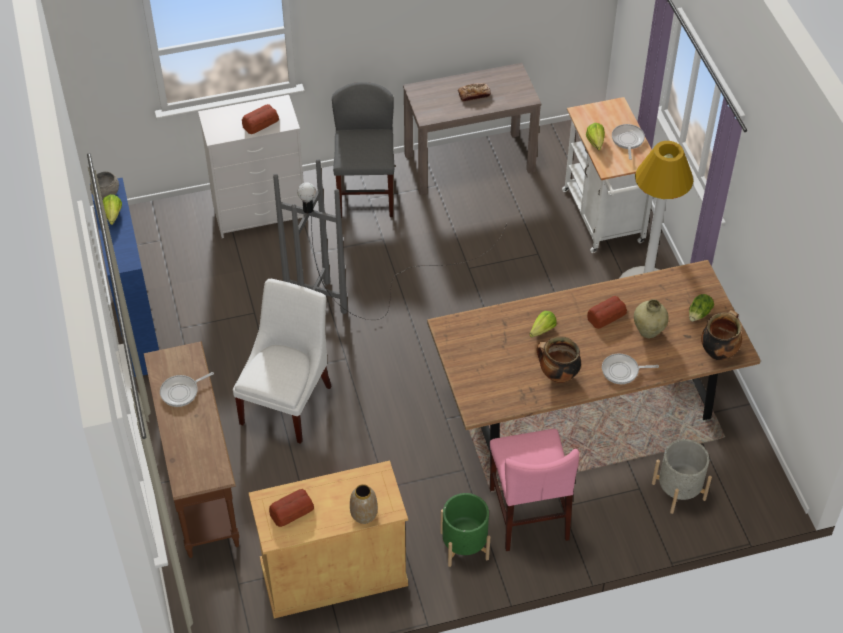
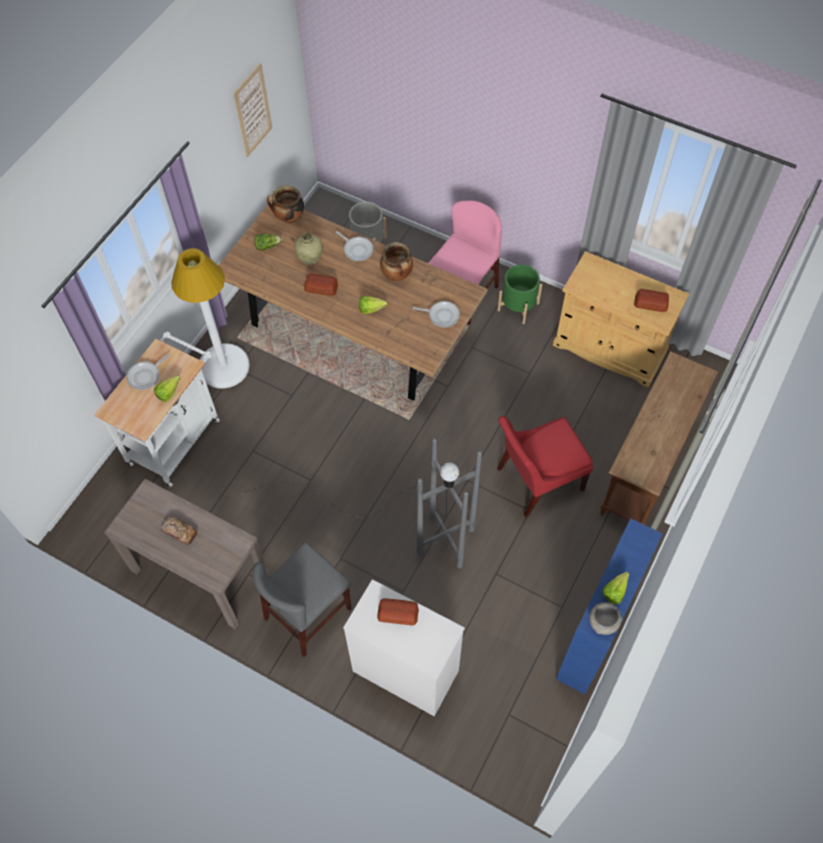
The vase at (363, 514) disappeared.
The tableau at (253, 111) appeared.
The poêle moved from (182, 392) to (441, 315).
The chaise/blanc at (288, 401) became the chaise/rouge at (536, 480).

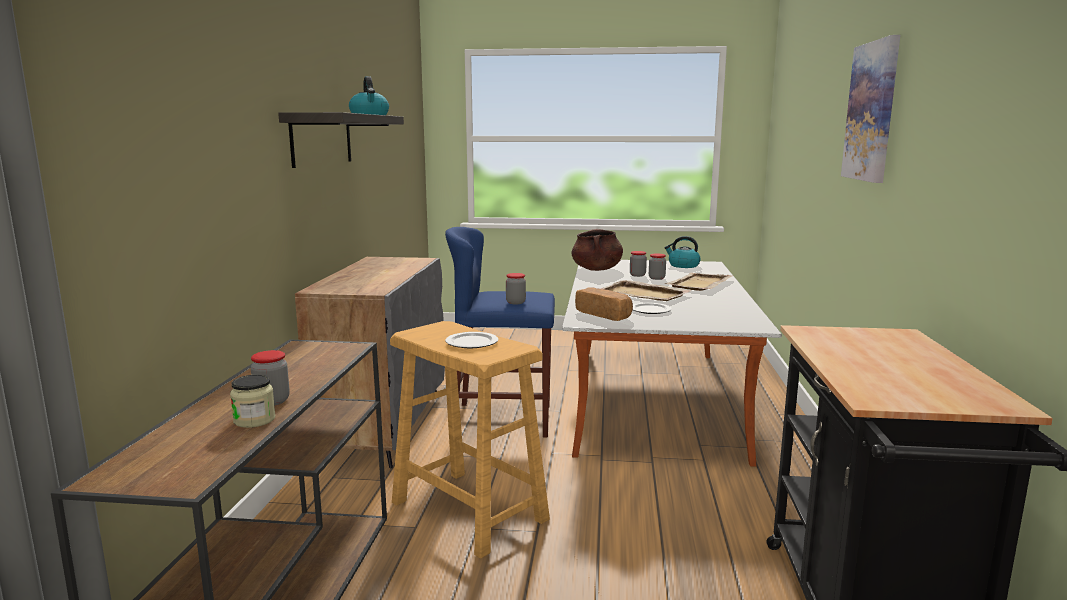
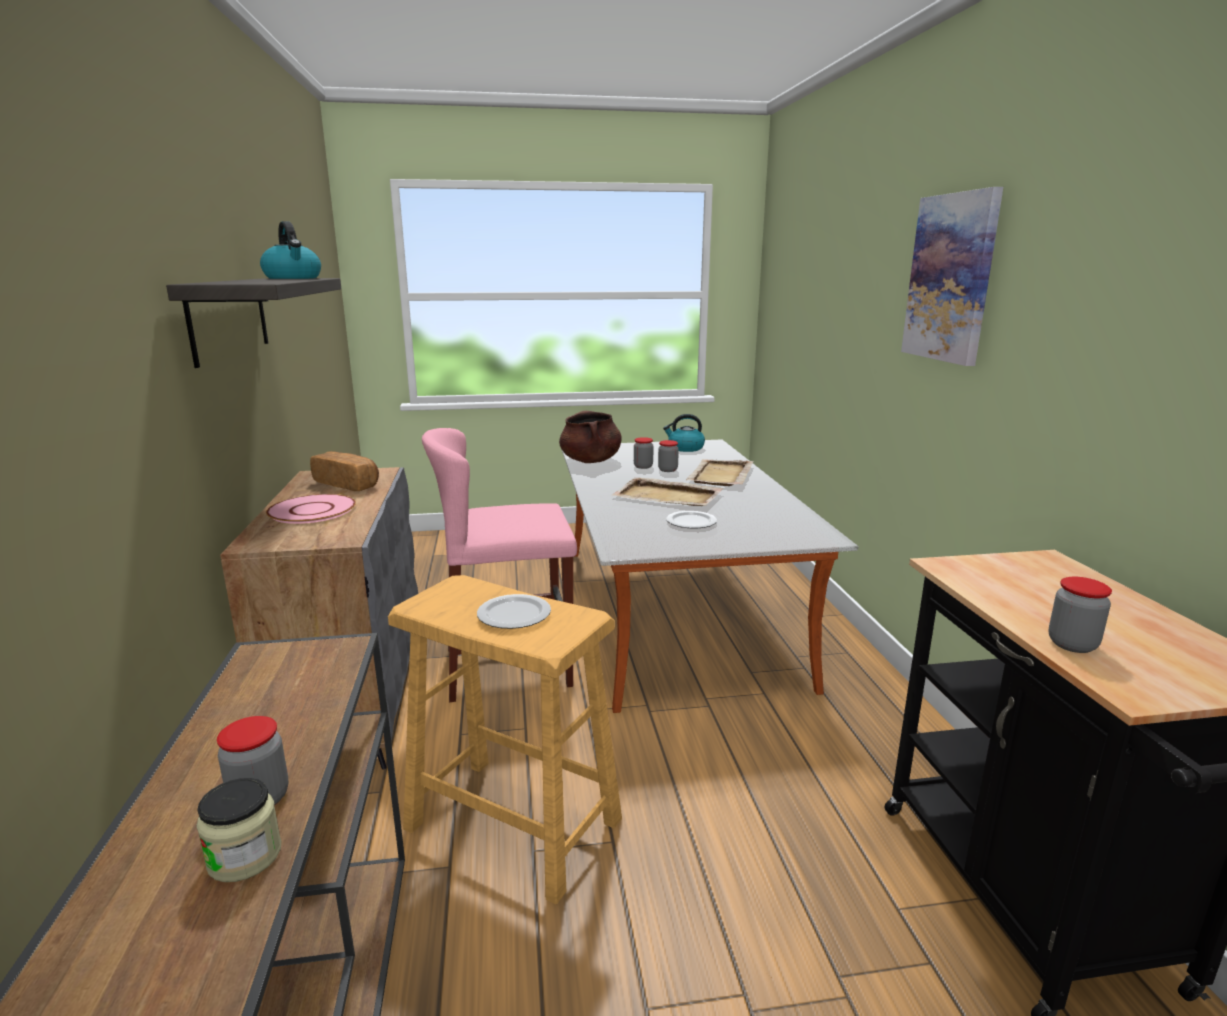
The assiette/rose at (312, 510) appeared.
The bocal moved from (515, 302) to (1072, 644).
The pain moved from (604, 315) to (347, 484).
The tabouret/bleu at (503, 420) became the tabouret/rose at (508, 667).

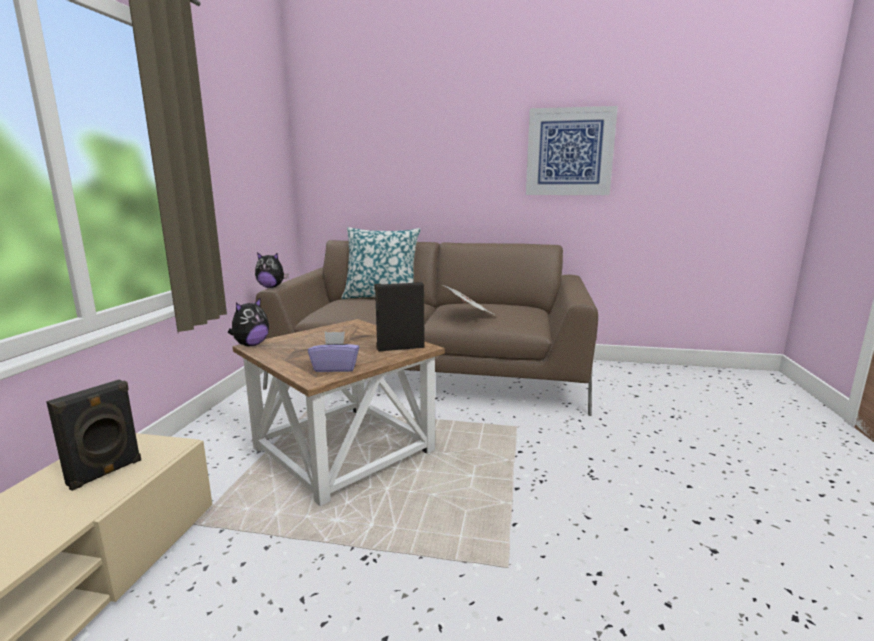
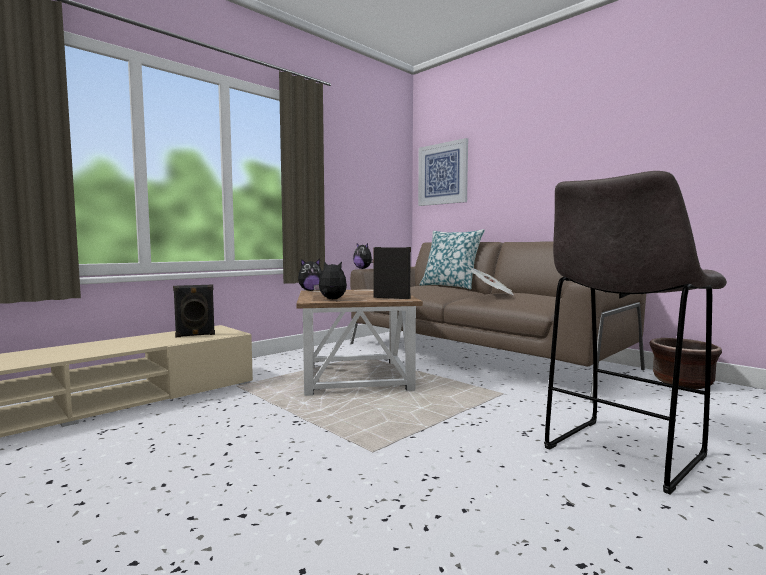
The tabouret/gris at (621, 453) appeared.
The cache-pot/marron at (682, 383) appeared.
The tableau moved from (569, 152) to (442, 174).
The boîte à mouchoirs/violet at (335, 368) was replaced by the peluche at (331, 299).

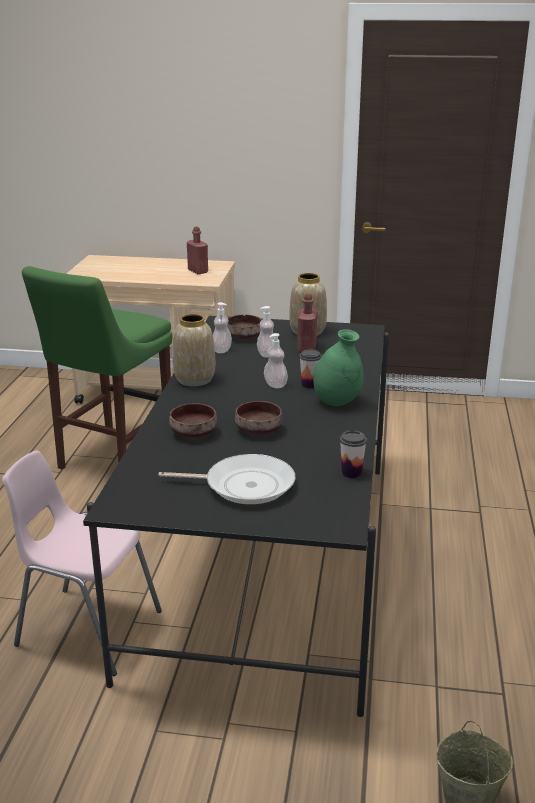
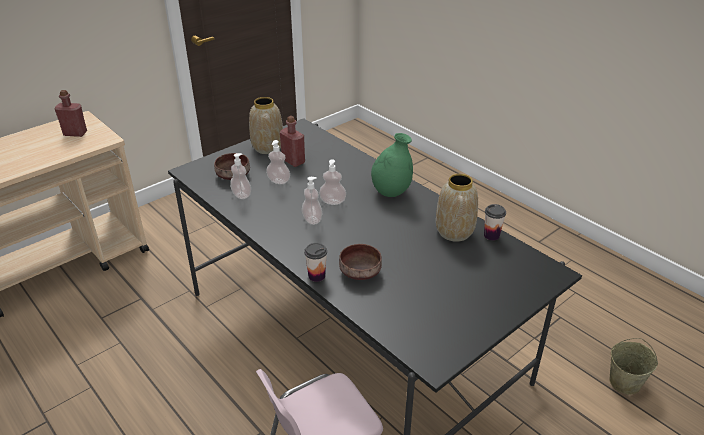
The tabouret/vert at (112, 460) disappeared.
The poêle at (244, 485) disappeared.
The bol/marron at (259, 429) disappeared.
The distributeur de savon at (312, 220) appeared.
The vase moved from (194, 380) to (455, 232).
The tasse moved from (309, 385) to (316, 276).

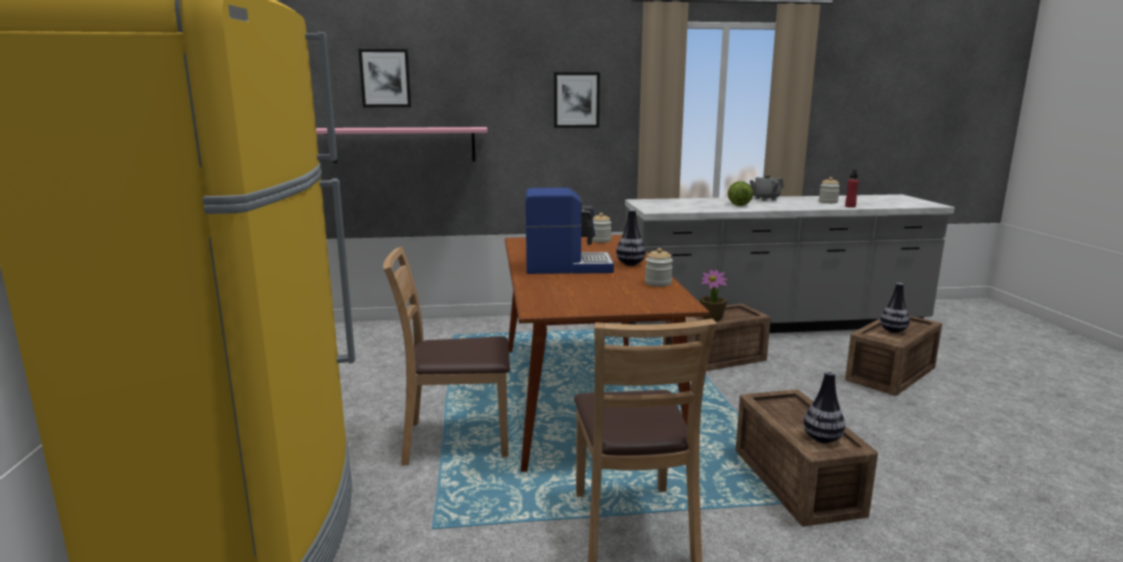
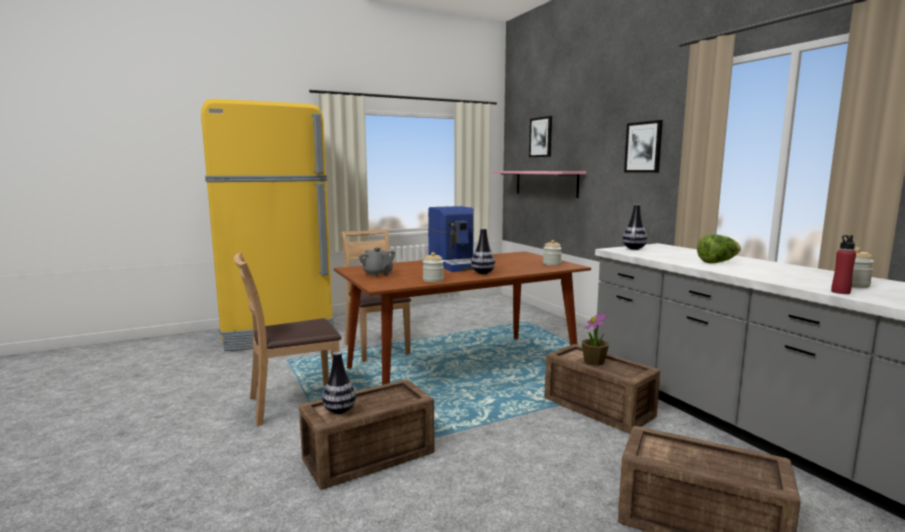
The théière/gris moved from (765, 199) to (377, 274).
The vase moved from (893, 331) to (634, 248).

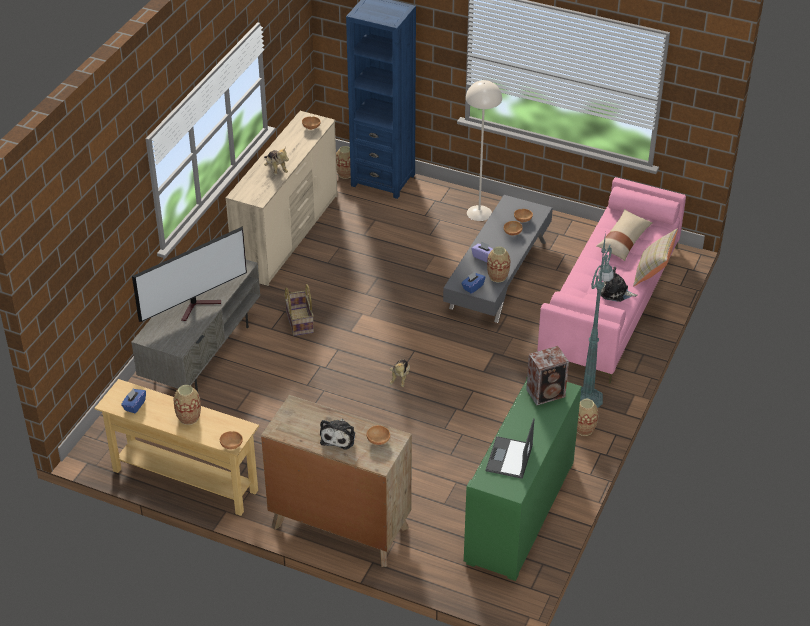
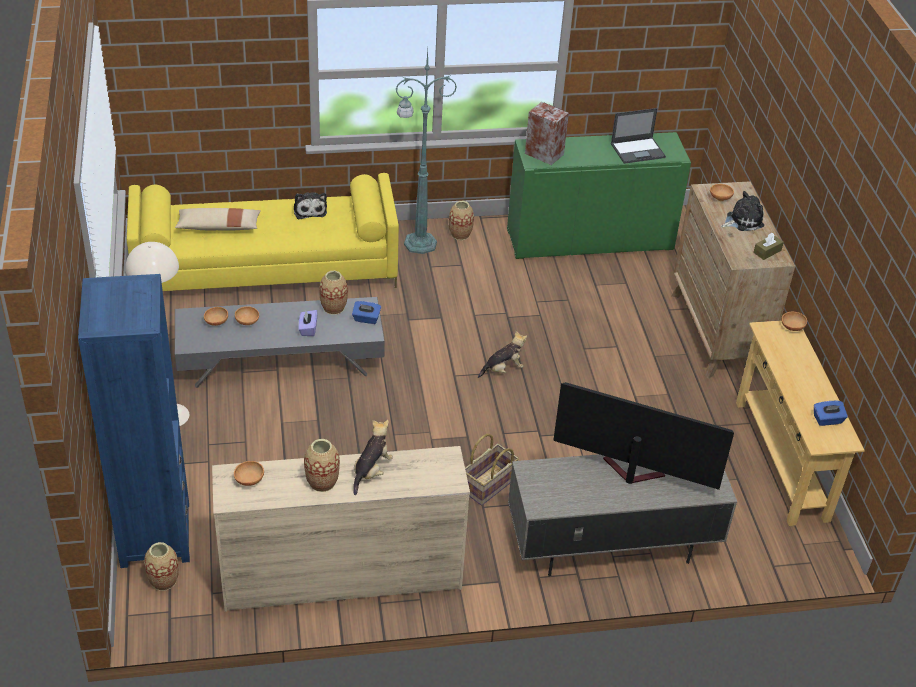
The coussin/beige at (652, 273) disappeared.
The boîte à mouchoirs/marron at (767, 251) appeared.
The vase moved from (189, 417) to (322, 482).
The canapé/rose at (610, 303) became the canapé/jaune at (267, 268).

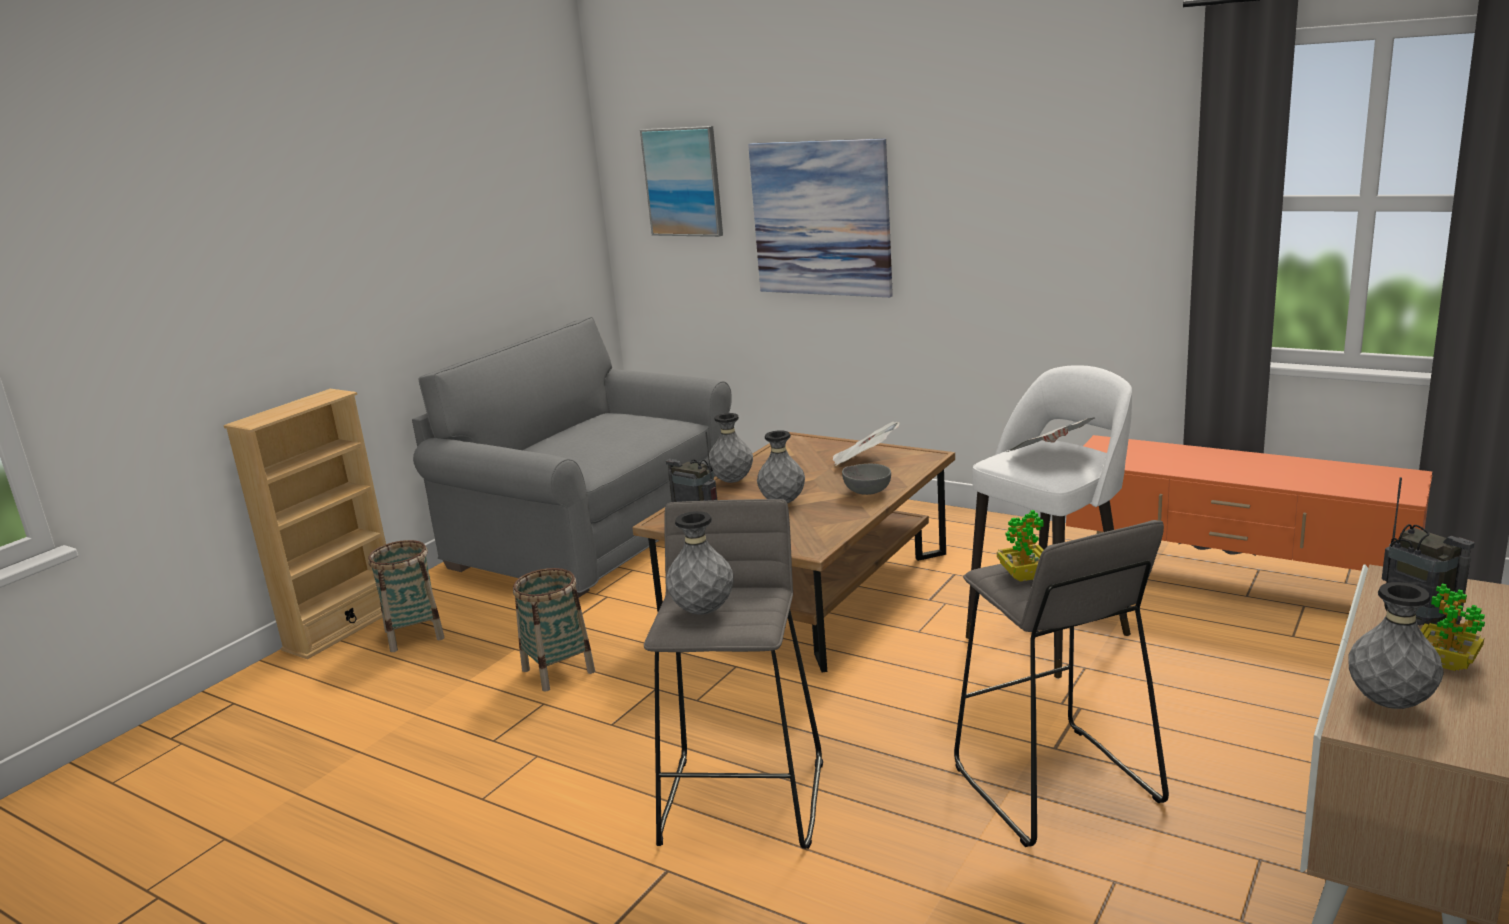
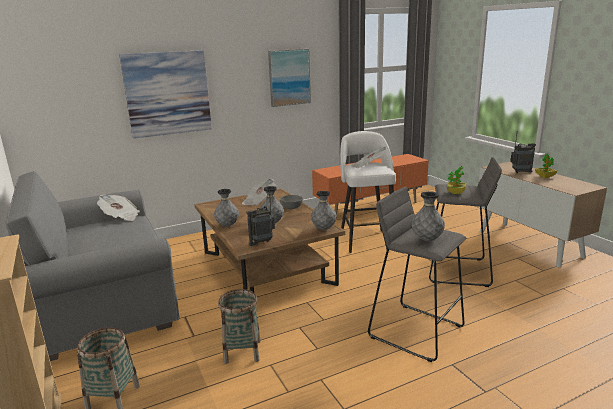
The journal at (120, 217) appeared.
The tableau moved from (683, 182) to (289, 77).
The vase/gris moved from (1389, 703) to (324, 229).

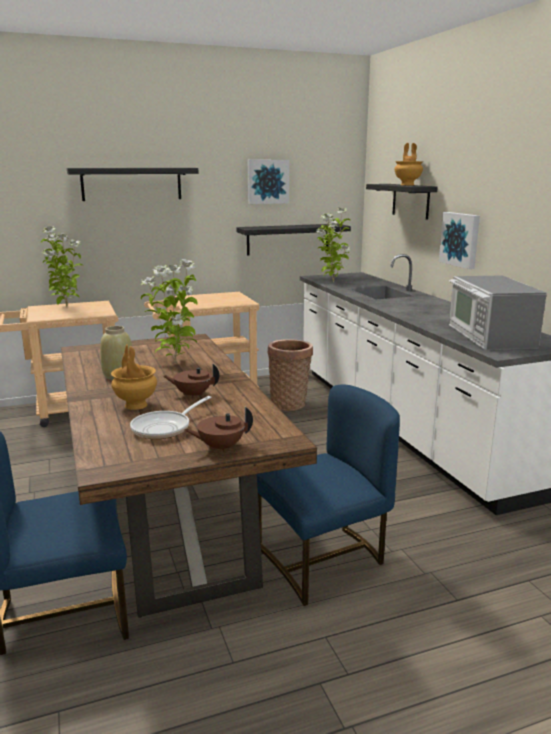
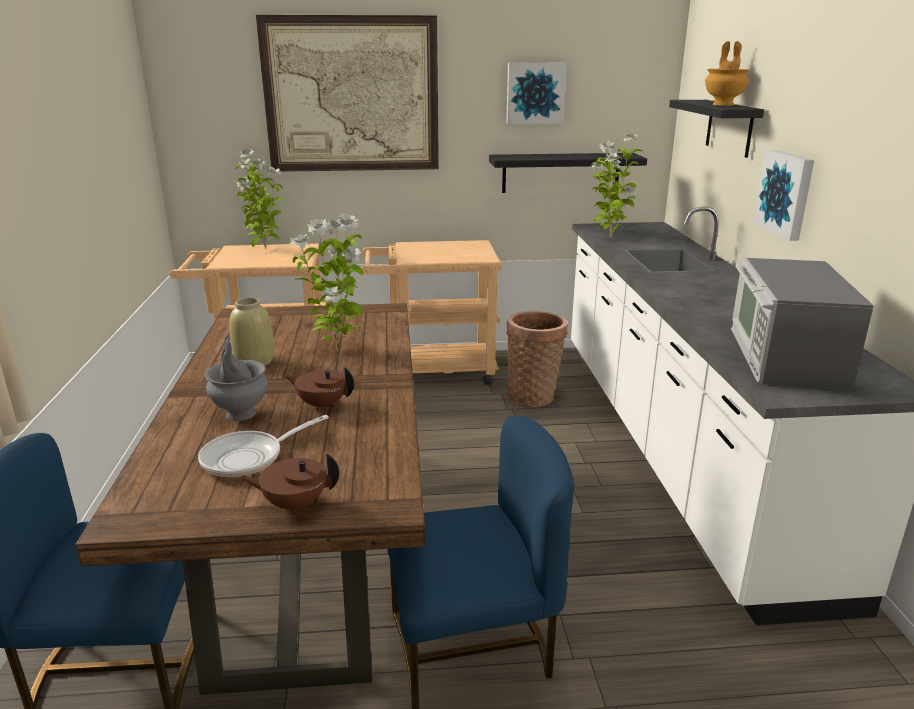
The étagère/noir at (131, 184) was replaced by the tableau at (352, 95).
The vase/marron at (135, 405) became the vase/gris at (240, 413).

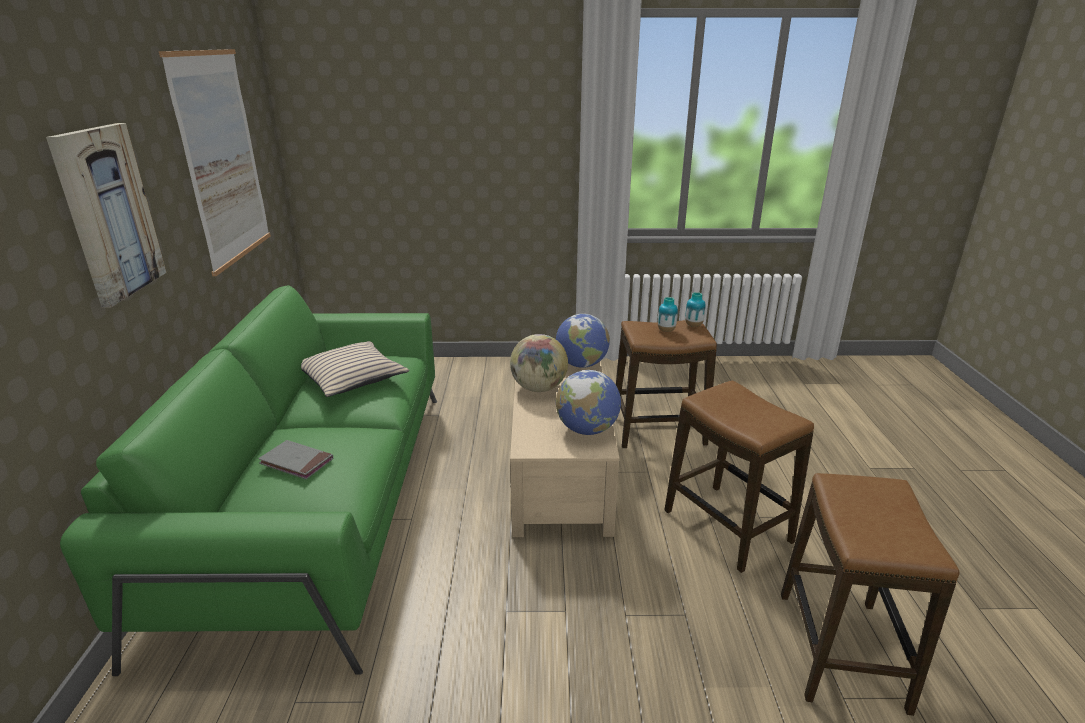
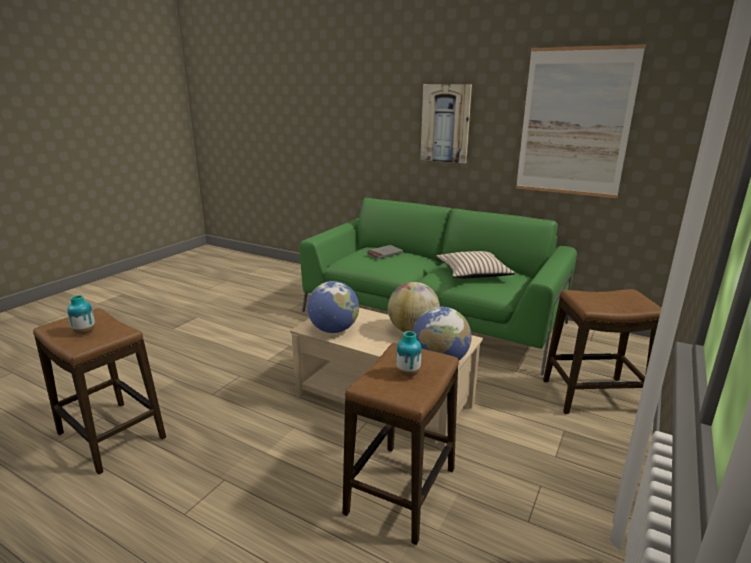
The tabouret moved from (727, 527) to (592, 396).
The vase moved from (693, 325) to (85, 332).

